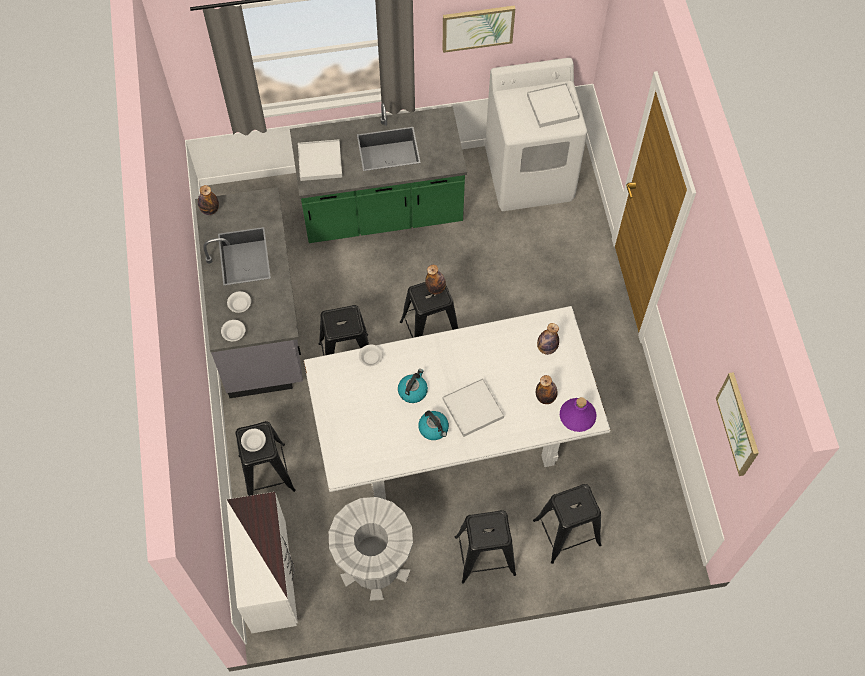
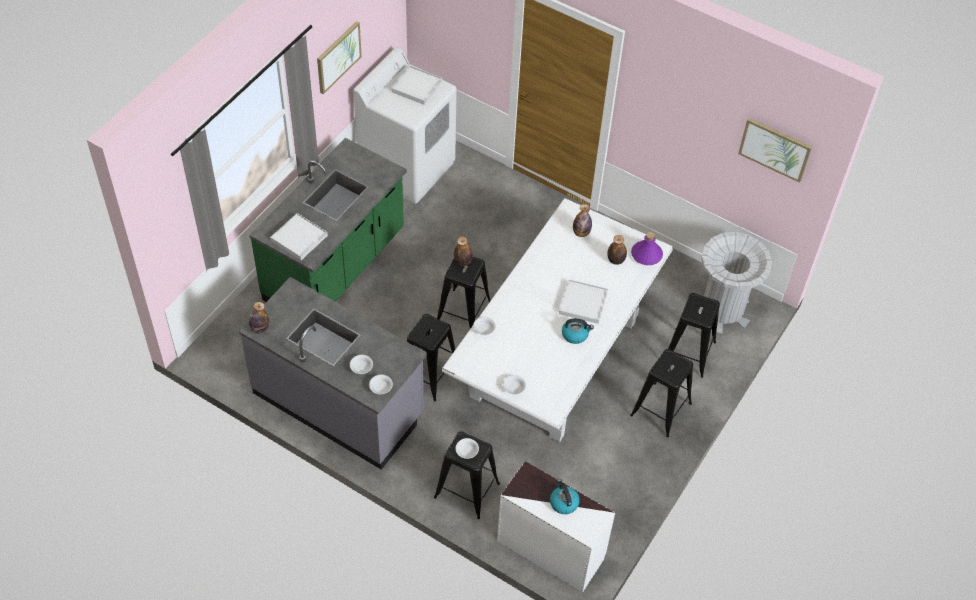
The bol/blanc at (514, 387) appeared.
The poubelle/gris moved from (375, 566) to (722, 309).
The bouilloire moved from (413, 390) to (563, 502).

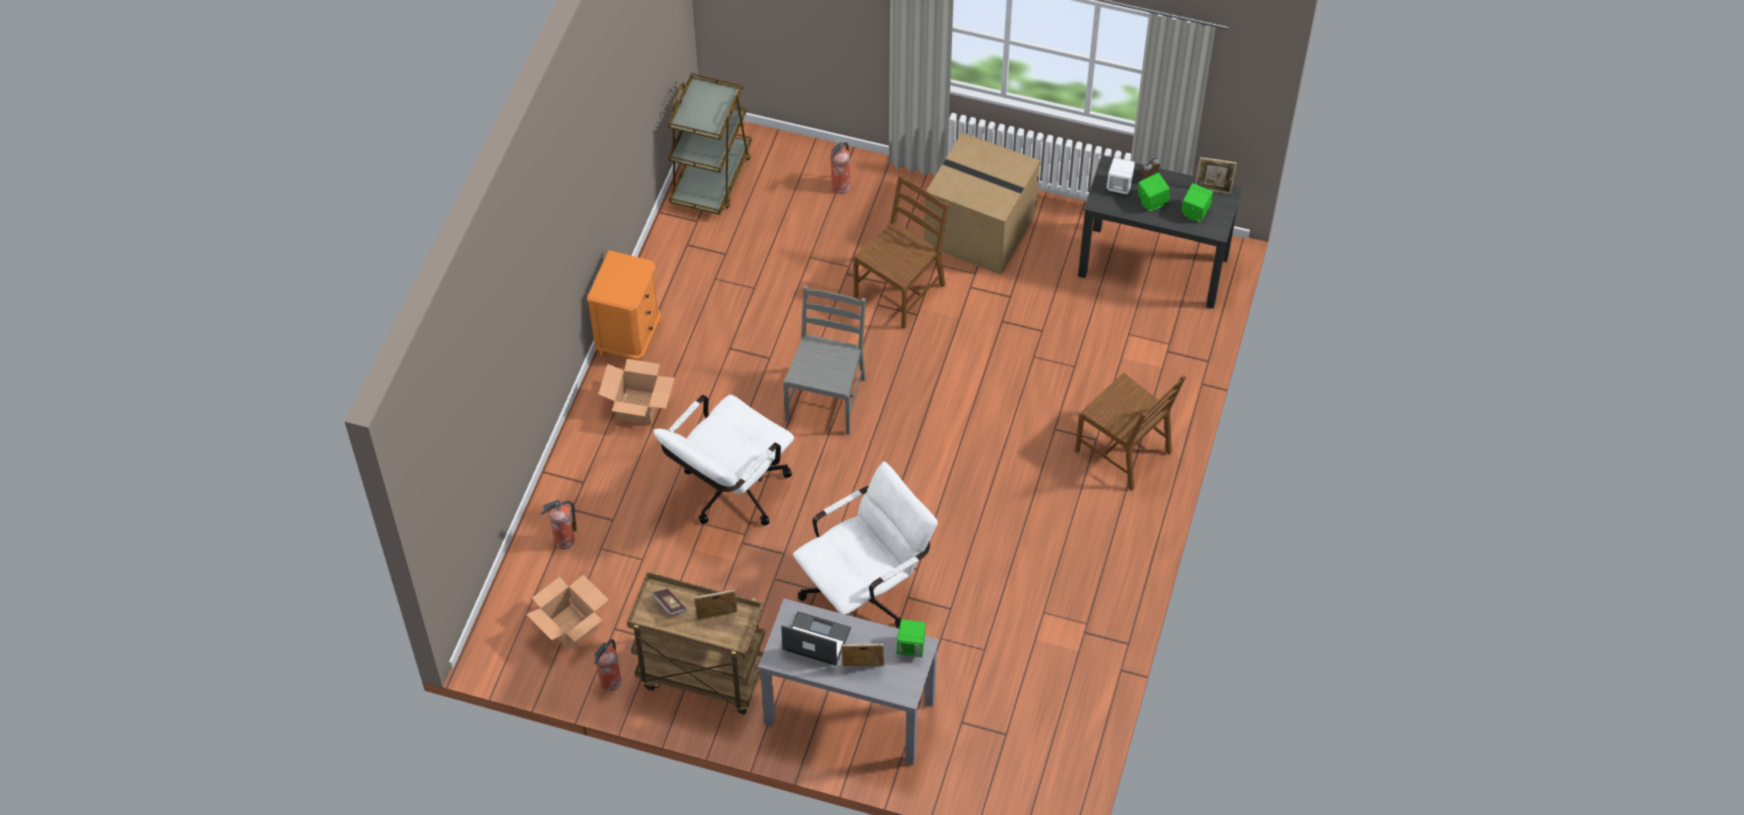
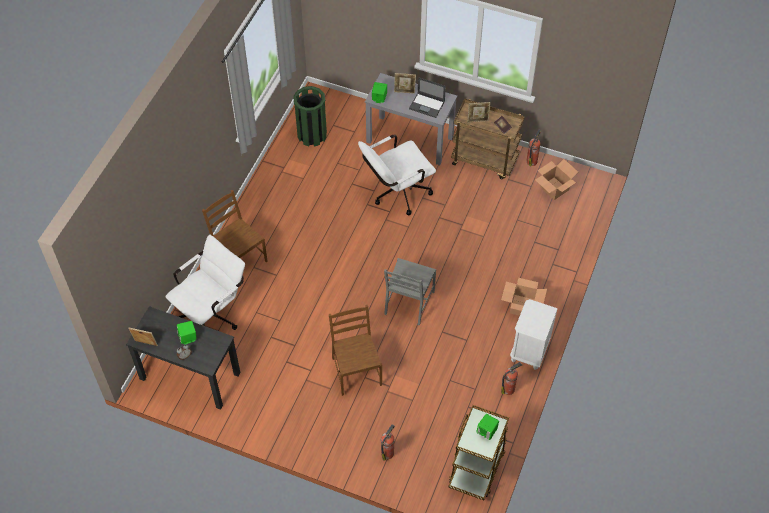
The carton at (982, 229) disappeared.
The enceinte/blanc at (1119, 185) disappeared.
The poubelle/vert at (312, 135) appeared.
The extincteur moved from (563, 541) to (509, 389).
The chaise de bureau/blanc moved from (729, 493) to (213, 313).
The enceinte/vert moved from (1195, 212) to (487, 431).
The table de chevet/orange at (629, 338) became the table de chevet/blanc at (529, 351).
The chaise/marron at (900, 290) turned 120 degrees clockwise.

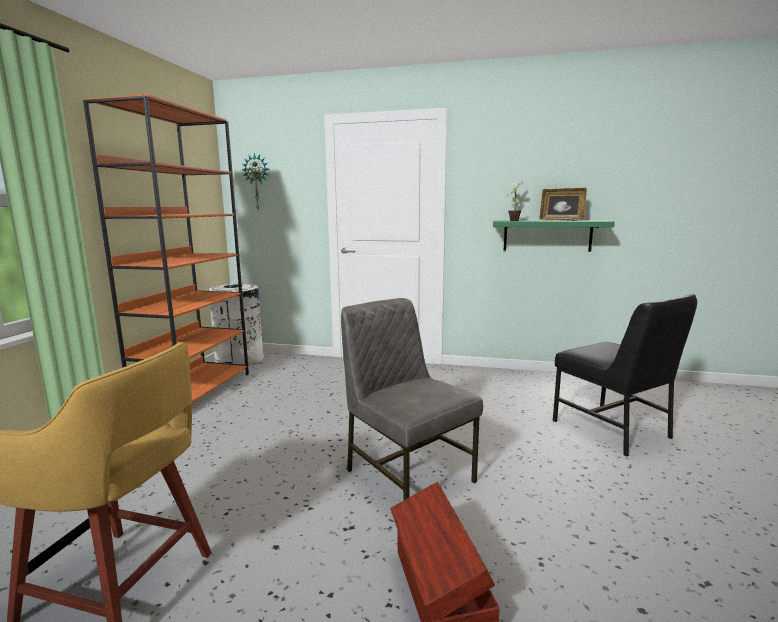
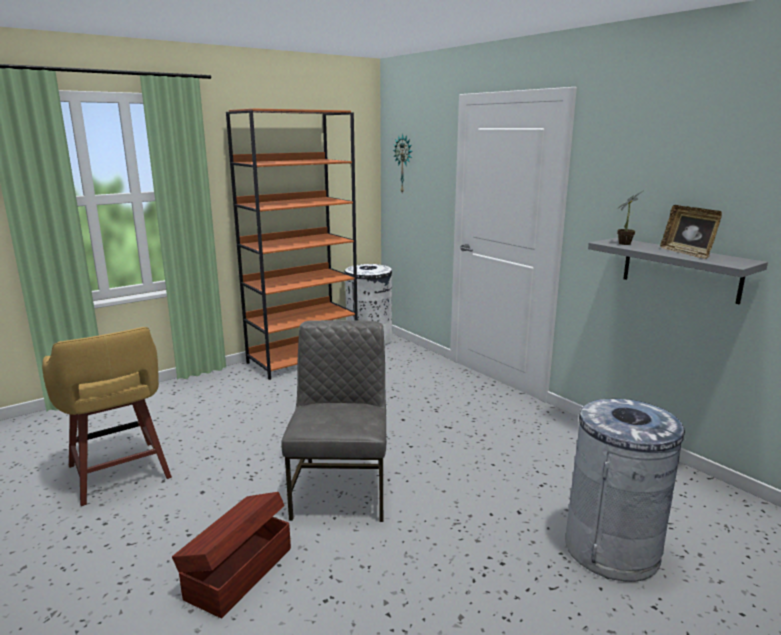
The chaise/noir at (612, 429) was replaced by the poubelle/gris at (612, 549).
The étagère/vert at (547, 235) became the étagère/gris at (680, 269).

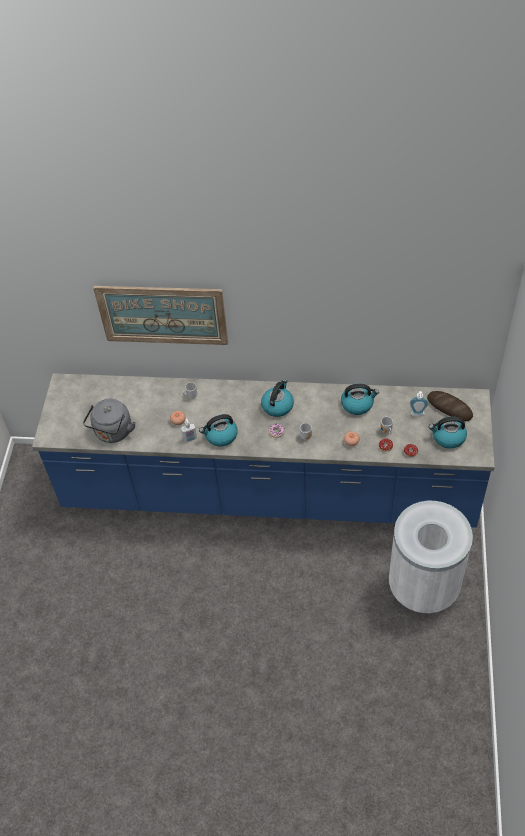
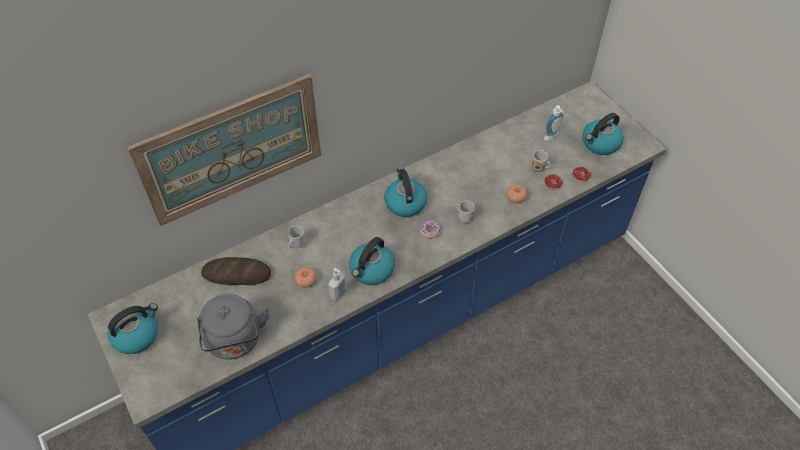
The poubelle/blanc at (423, 586) disappeared.
The bouilloire moved from (357, 404) to (137, 335).
The pain moved from (449, 408) to (236, 274).

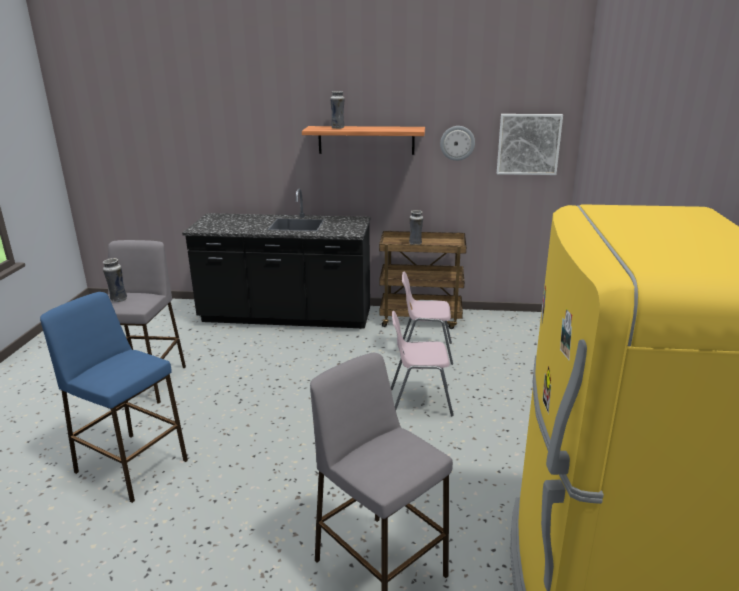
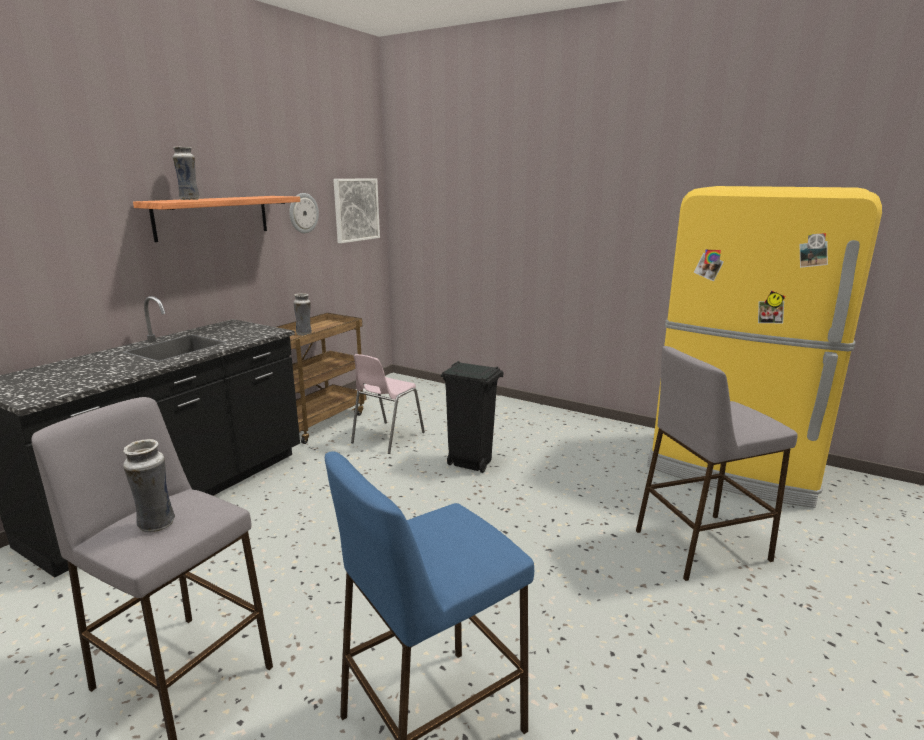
The chaise/rose at (419, 401) was replaced by the poubelle/noir at (470, 463).

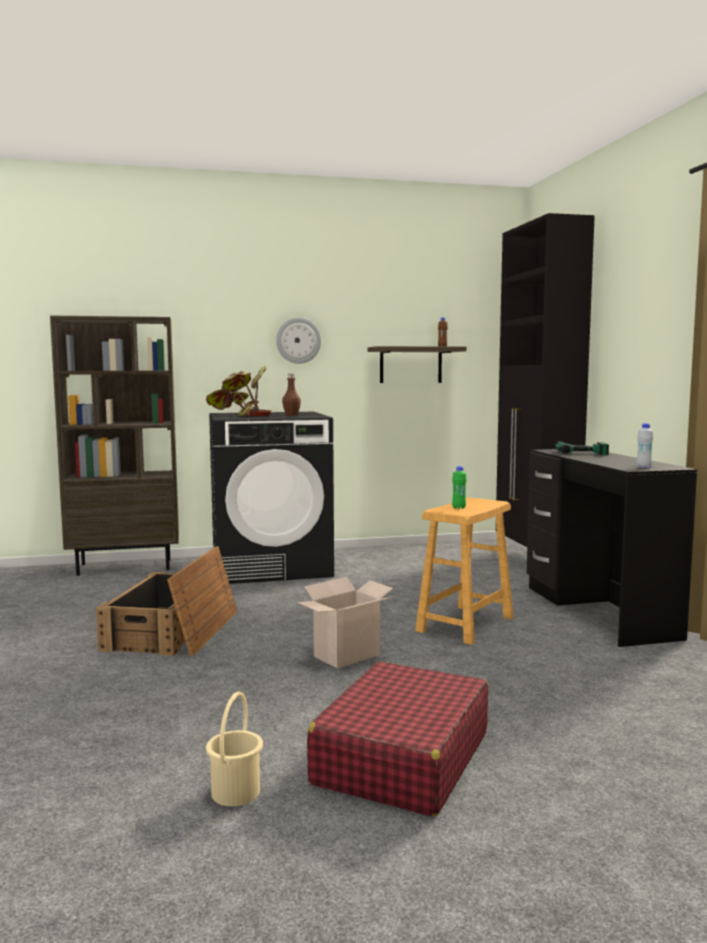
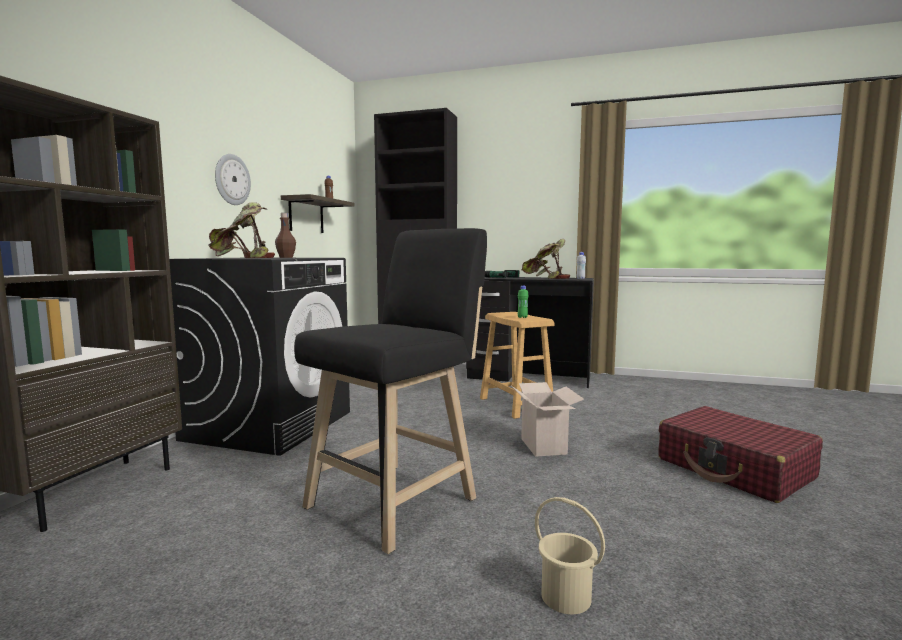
The plante en pot at (545, 278) appeared.
The seau/beige moved from (236, 792) to (566, 596).
The caisse at (173, 631) was replaced by the tabouret/noir at (398, 500).

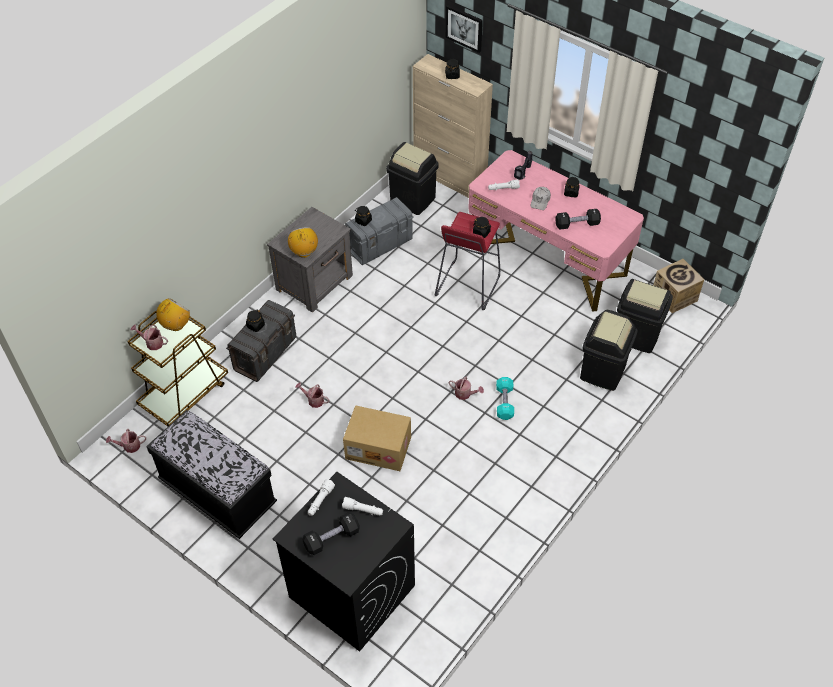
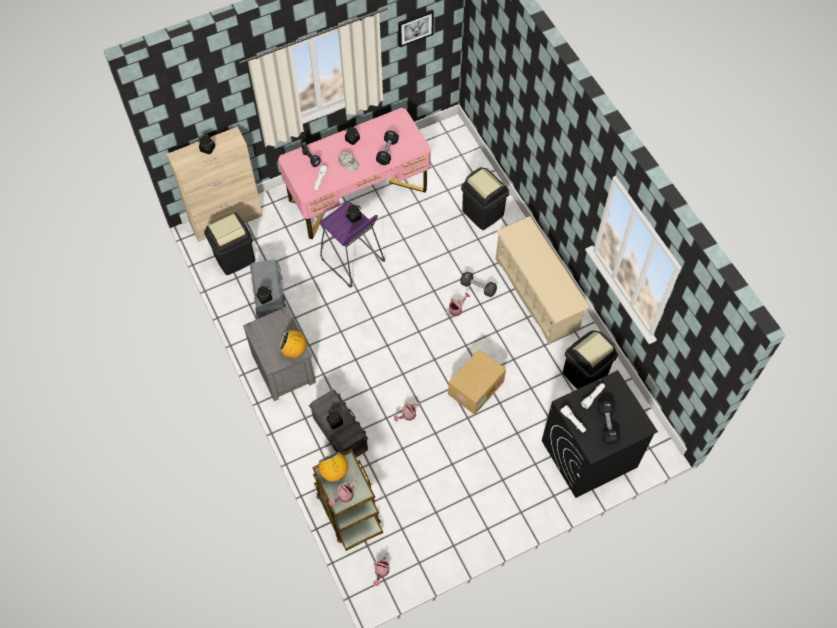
The banc/noir at (218, 493) disappeared.
The carton at (674, 297) disappeared.
The étagère à chaussures/beige at (537, 294) appeared.
The tableau moved from (464, 28) to (415, 27).
The poubelle/noir moved from (636, 335) to (585, 374).
The tabouret/rouge at (467, 285) became the tabouret/violet at (352, 260).
The haltère/turquoise at (504, 403) became the haltère/noir at (478, 287).

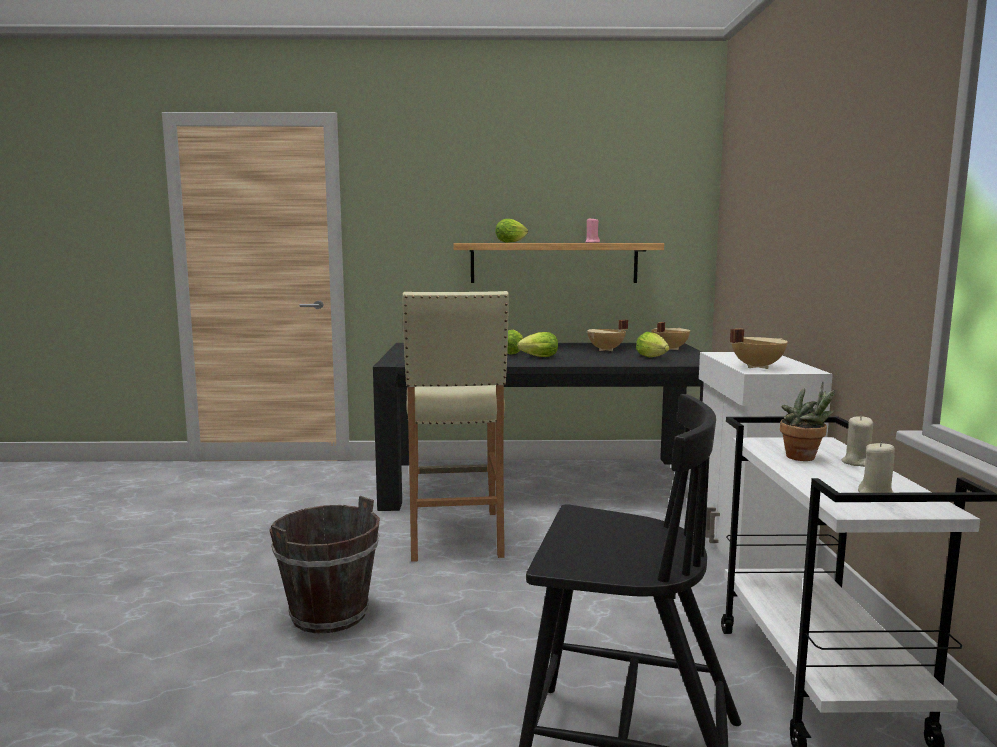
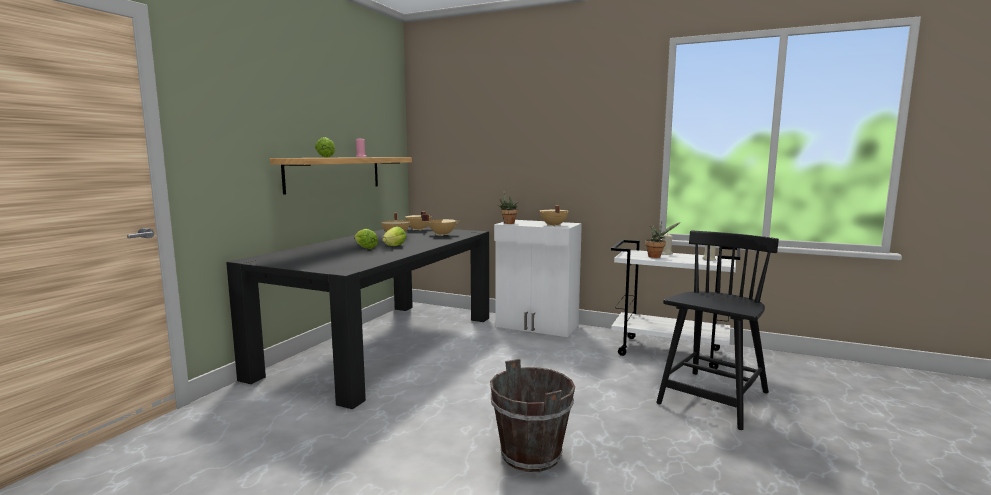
The tabouret/beige at (455, 536) disappeared.
The plante en pot at (507, 223) appeared.
The laitue at (653, 358) was replaced by the marmite/beige at (442, 234).

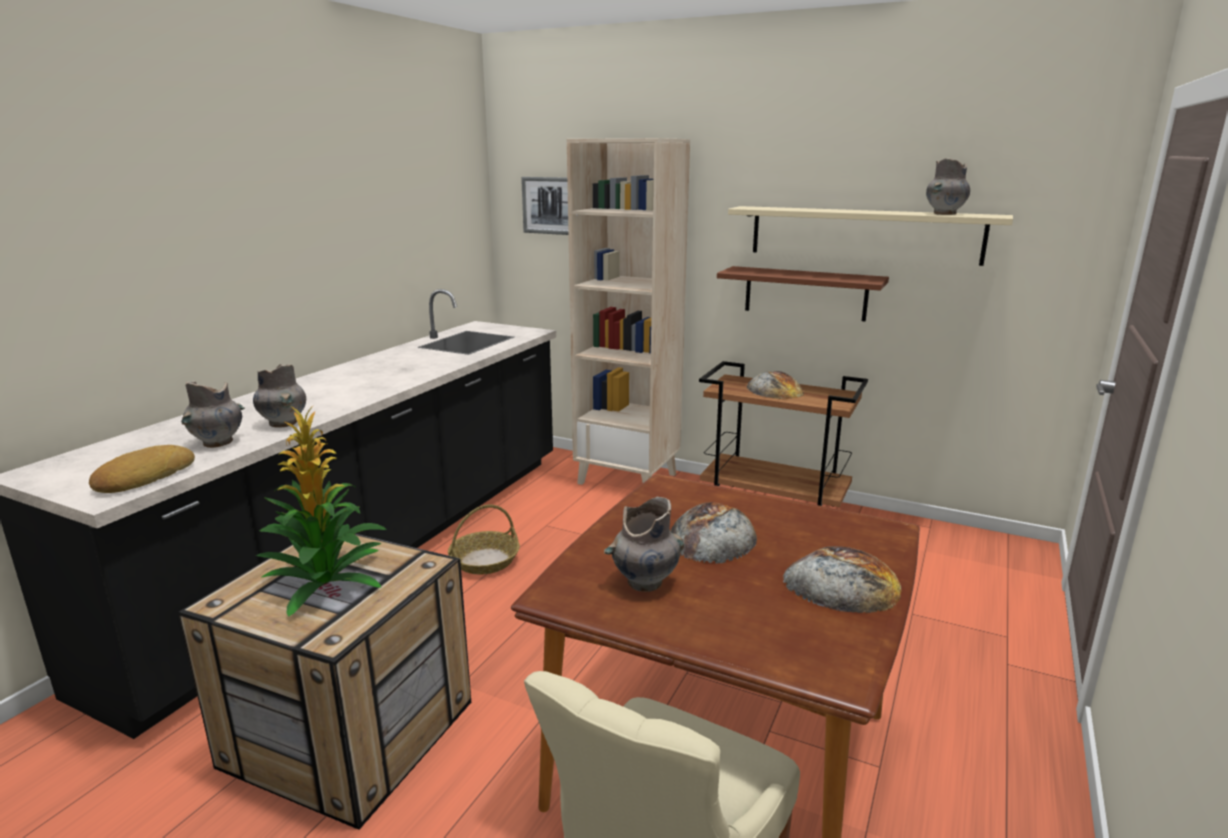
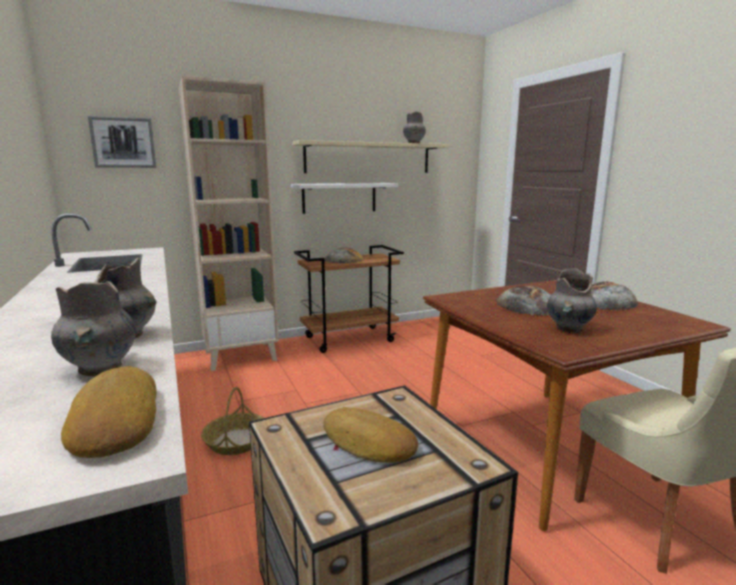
The plante en pot at (327, 581) was replaced by the pain at (367, 443).
The étagère/marron at (805, 293) became the étagère/blanc at (339, 197).

